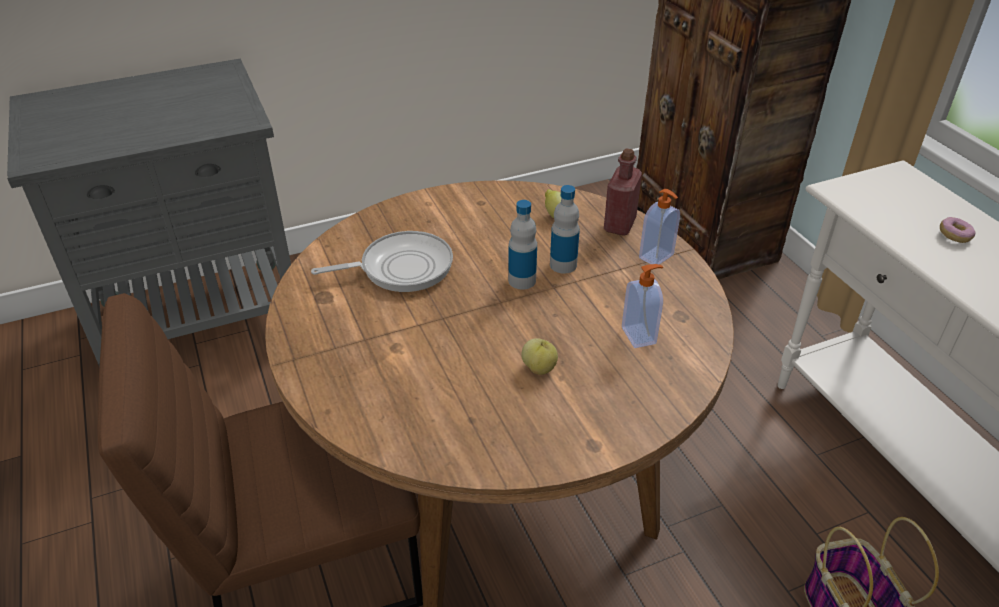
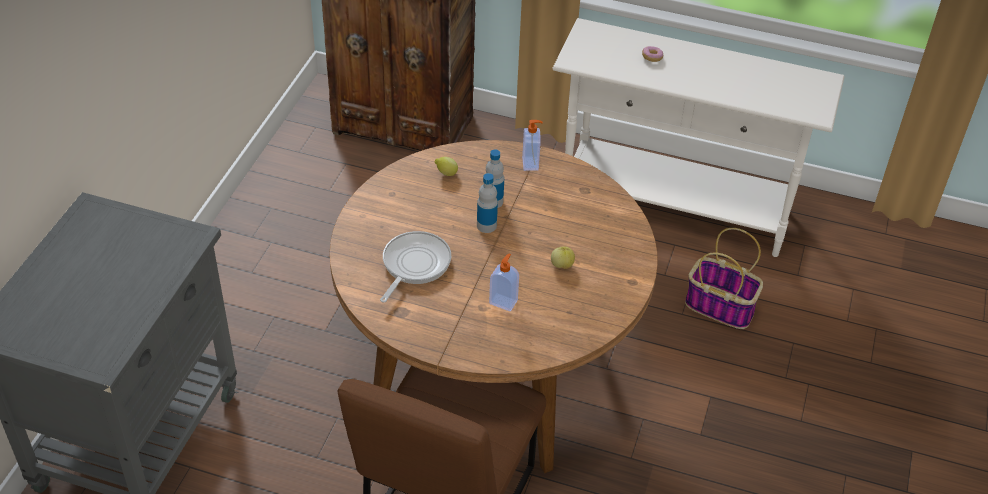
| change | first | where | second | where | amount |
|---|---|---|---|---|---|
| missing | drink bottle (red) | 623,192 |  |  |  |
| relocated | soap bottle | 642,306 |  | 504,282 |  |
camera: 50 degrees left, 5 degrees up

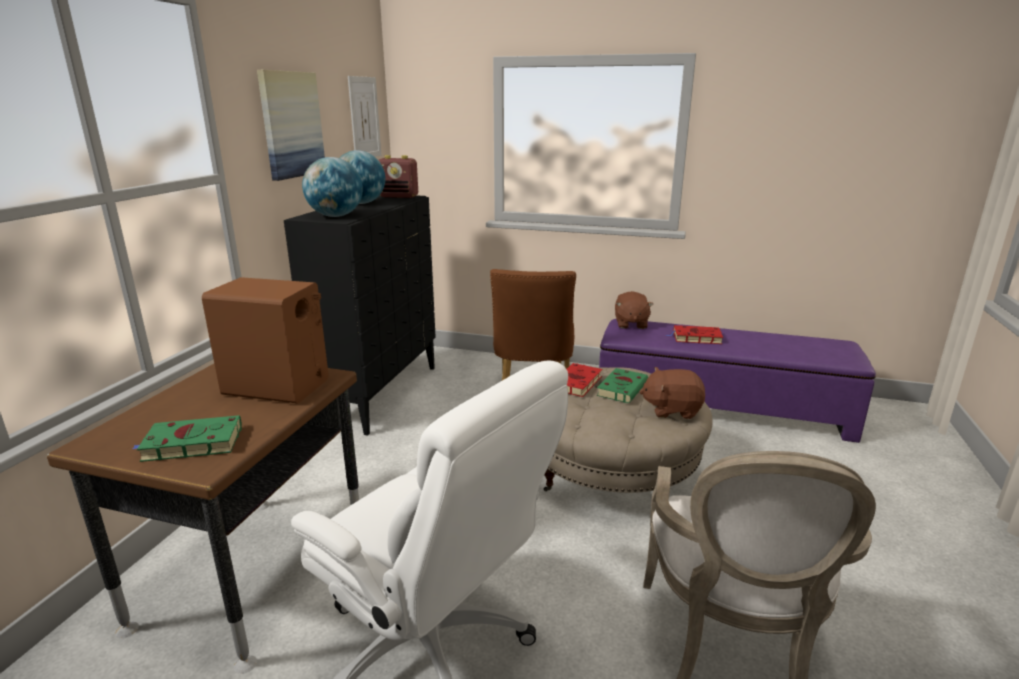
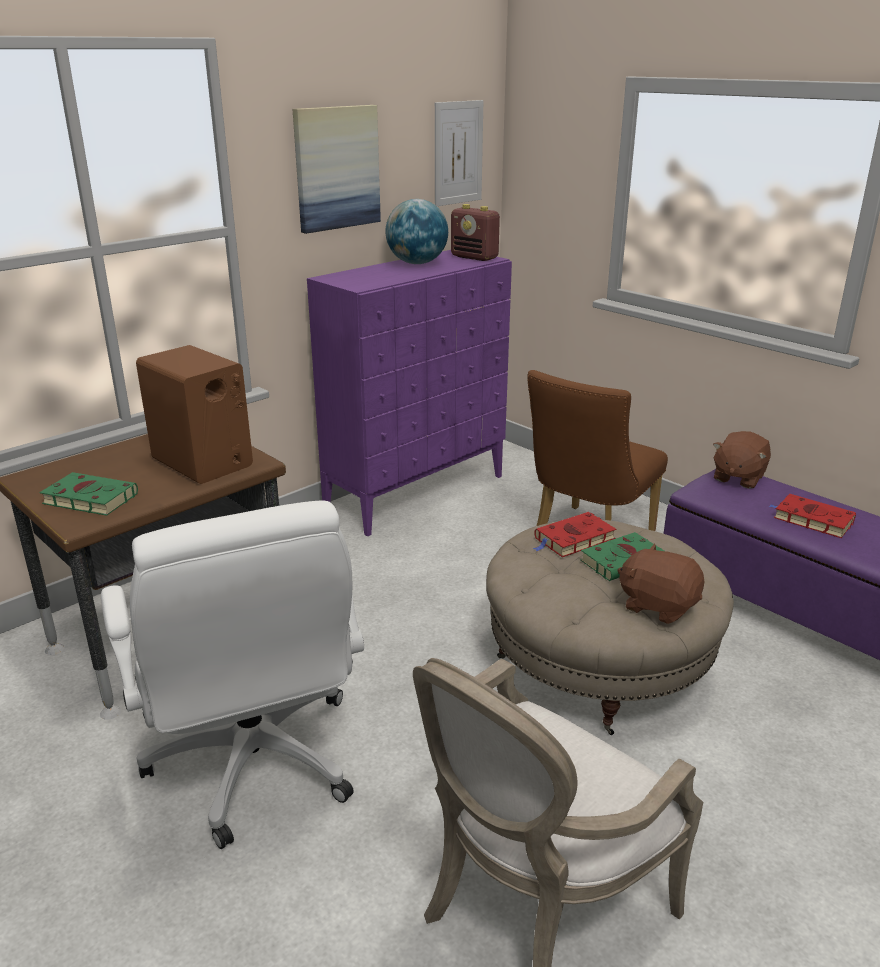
| change | first | where | second | where | amount |
|---|---|---|---|---|---|
| colour | drawer chest (black-coloured) | 360,315 | drawer chest (purplish) | 409,393 |  |
| missing | globe | 332,187 |  |  |  |
camera: 30 degrees right, 5 degrees up

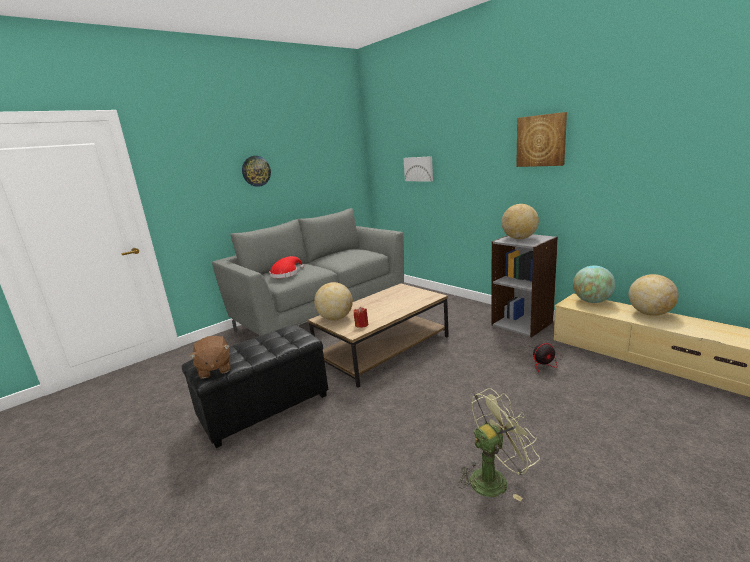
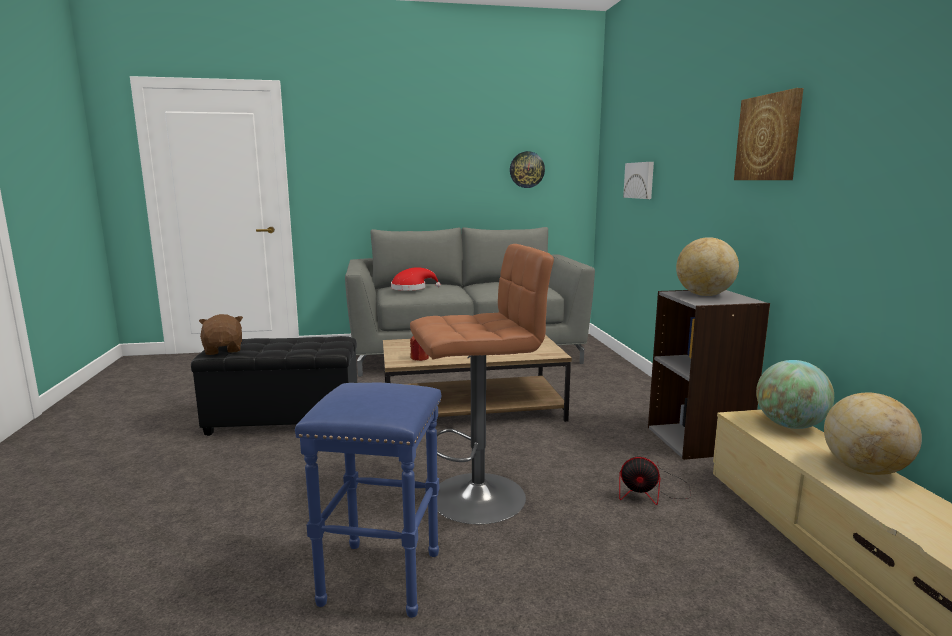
| change | first | where | second | where | amount |
|---|---|---|---|---|---|
| spun | cuddly toy (brown) | 209,357 |  | 221,334 | 150 degrees clockwise |
| relocated | clock on the wall | 256,171 |  | 527,169 |  |
| missing | globe | 333,301 |  |  |  |
| exchanged | electric fan (green) | 499,444 | stool (bluish) | 368,500 |  |
| appeared |  |  | stool (brown) | 482,384 |  |
camera: 30 degrees right, 5 degrees down

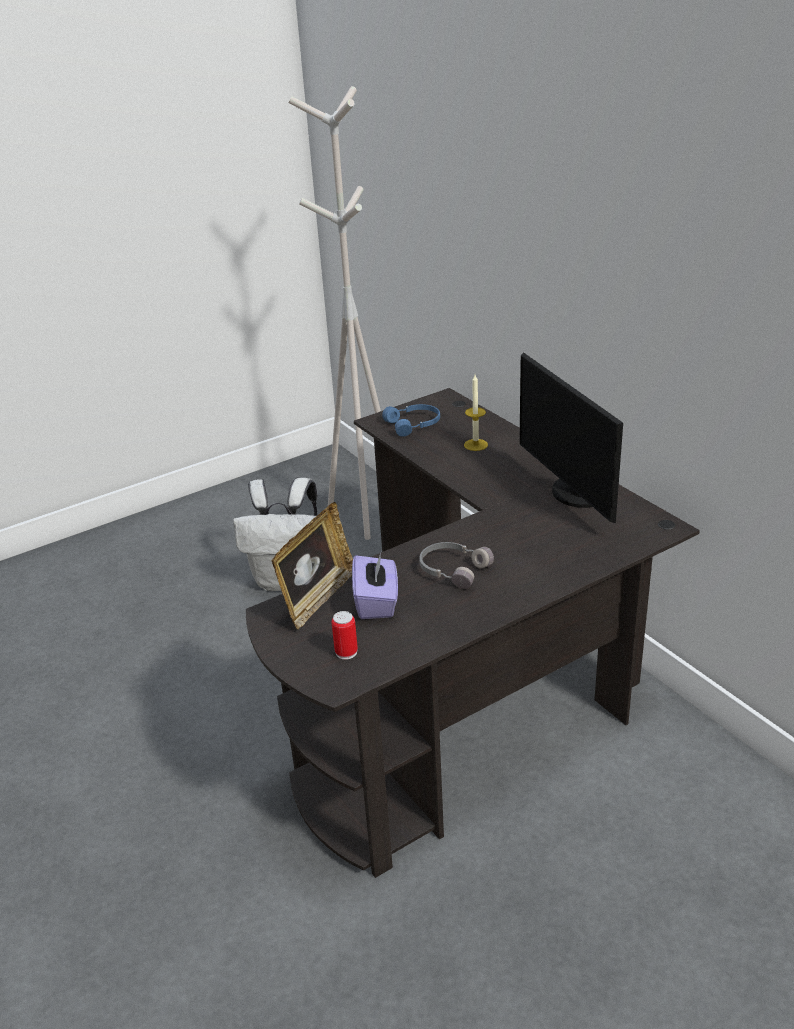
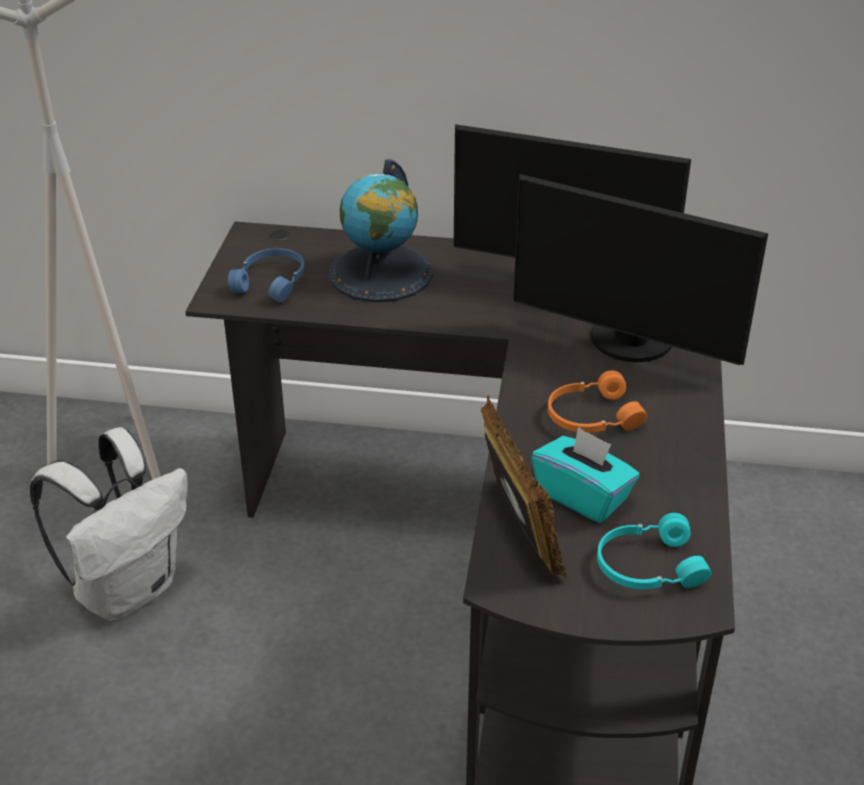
| change | first | where | second | where | amount |
|---|---|---|---|---|---|
| exchanged | metal can | 345,635 | headset (blue-green) | 654,551 |  |
| colour | tissue holder (purplish) | 375,586 | tissue holder (blue-green) | 585,474 |  |
| colour | headset (greyish) | 456,565 | headset (orangey) | 597,401 |  |
| exchanged | wax candle | 476,413 | globe | 380,230 |  |
| appeared |  |  | computer display | 640,269 |  |
camera: 50 degrees left, 5 degrees up

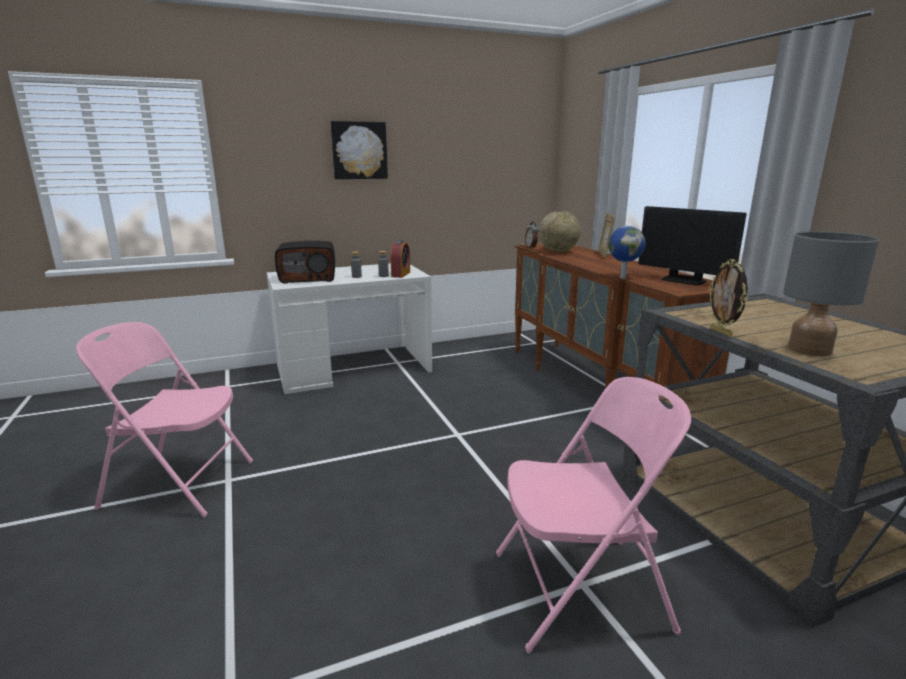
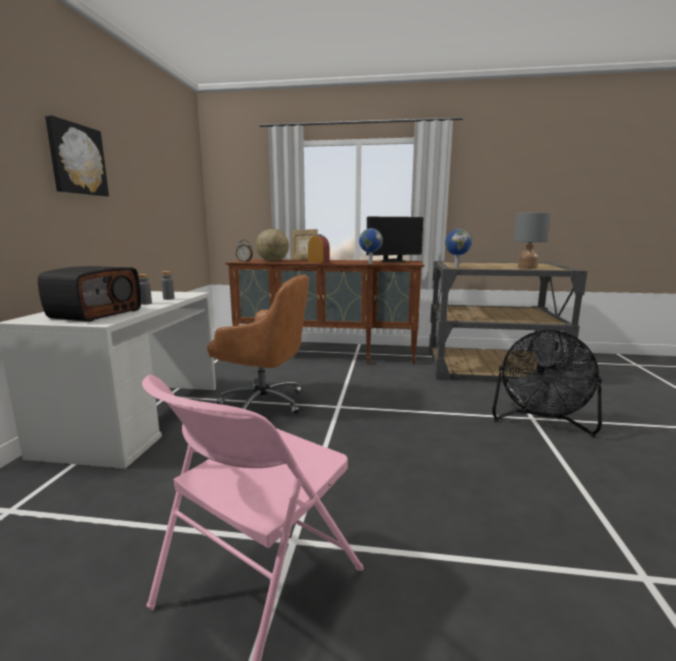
| change | first | where | second | where | amount |
|---|---|---|---|---|---|
| relocated | table clock | 400,259 |  | 319,248 |  |
| exchanged | plain chair (pink) | 593,515 | electric fan (black-coloured) | 547,383 |  |
| missing | photo frame | 728,298 |  |  |  |
| appeared |  |  | computer chair (brown) | 258,344 |  |
| appeared |  |  | globe | 458,248 |  |
camera: 60 degrees left, 5 degrees down

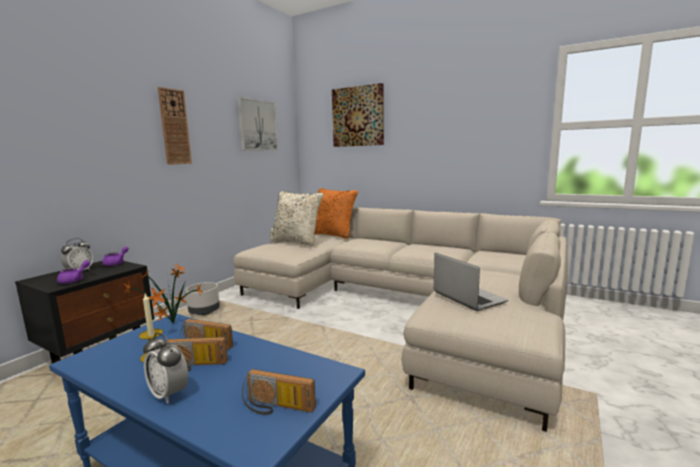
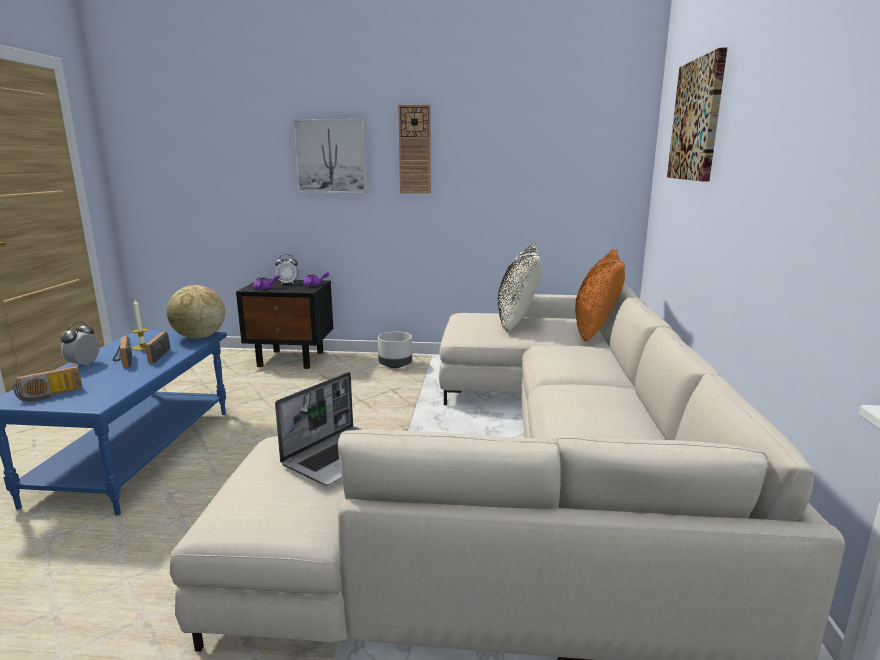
| change | first | where | second | where | amount |
|---|---|---|---|---|---|
| exchanged | plant in a pot | 163,293 | globe | 196,312 |  |
| relocated | wall picture | 257,124 |  | 330,156 |  |
| spun | radio | 279,392 |  | 48,384 | 120 degrees counterclockwise |
camera: 65 degrees right, 5 degrees up

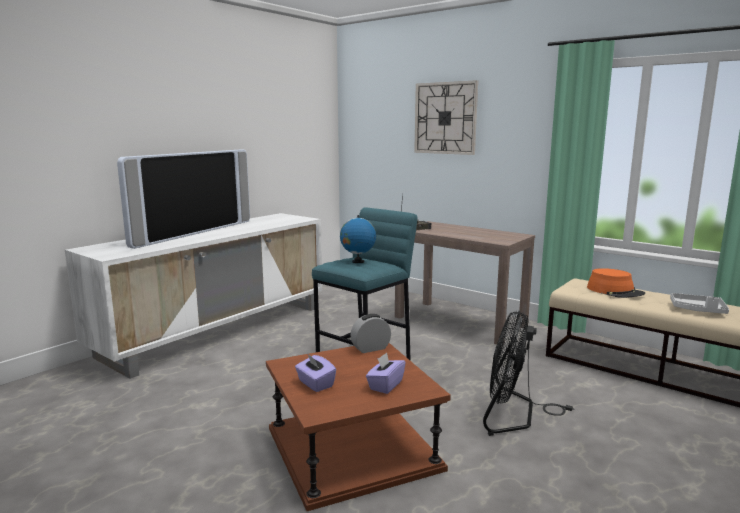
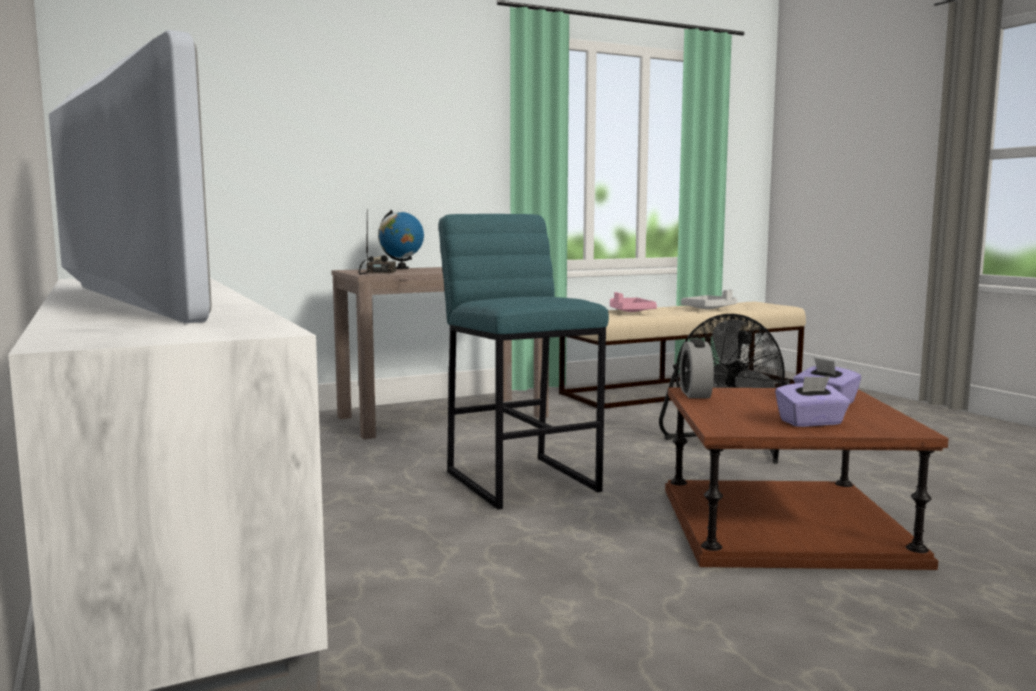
| change | first | where | second | where | amount |
|---|---|---|---|---|---|
| relocated | globe | 358,239 |  | 401,239 |  |
| missing | clock on the wall | 446,117 |  |  |  |
| exchanged | wearable hat (orangey) | 616,283 | tray (pink) | 633,302 |  |
camera: 65 degrees left, 5 degrees down

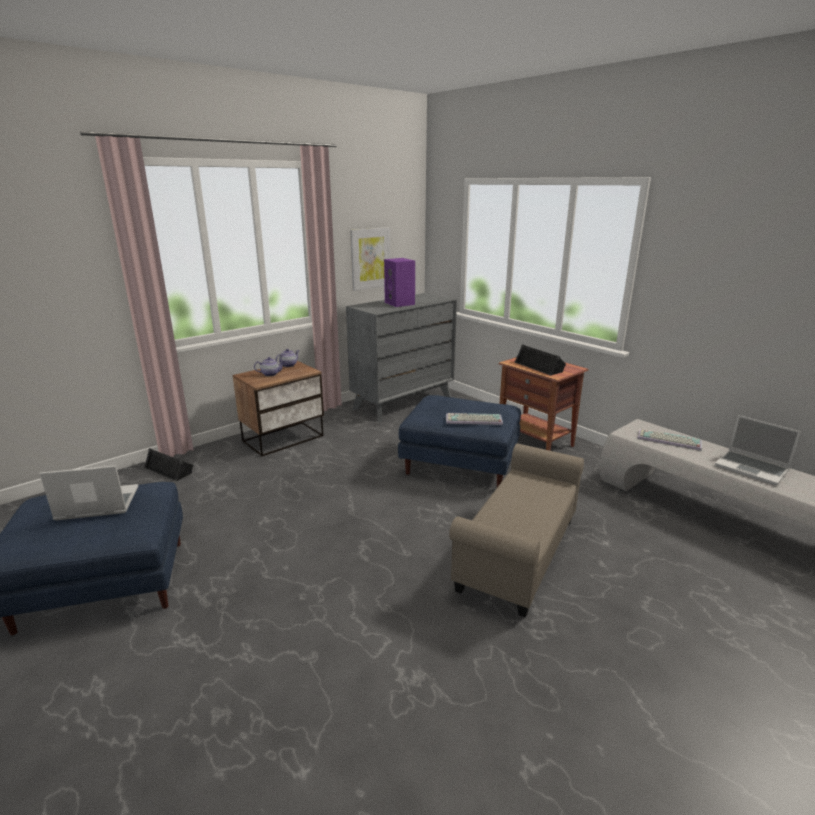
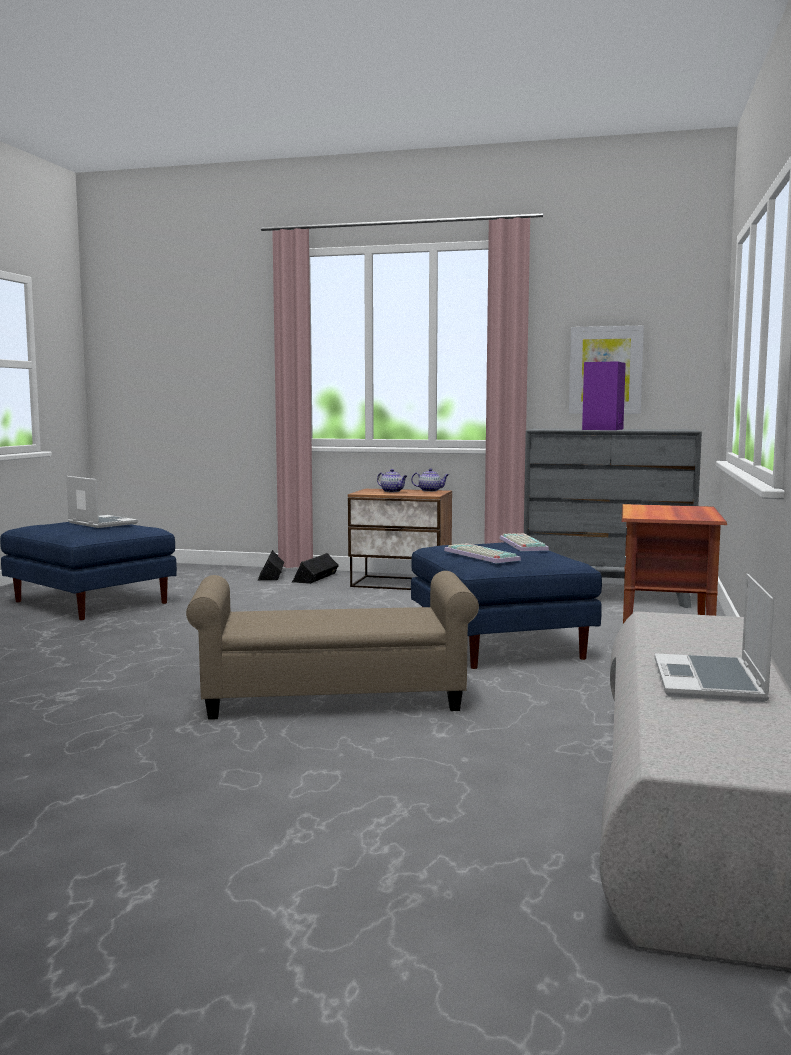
| change | first | where | second | where | amount |
|---|---|---|---|---|---|
| relocated | speaker (black-coloured) | 540,360 |  | 315,568 |  |
| relocated | computer keyboard | 669,440 |  | 524,542 |  |
camera: 55 degrees right, 15 degrees down

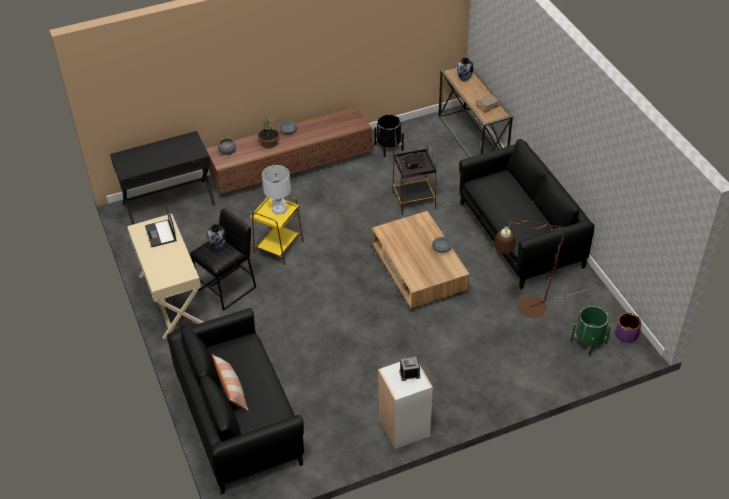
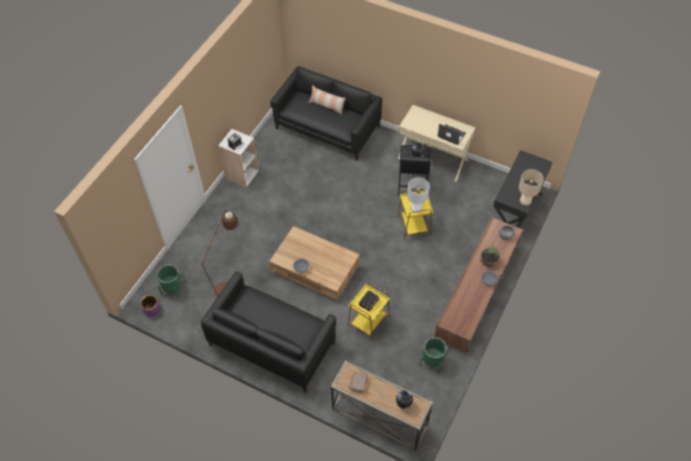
| change | first | where | second | where | amount |
|---|---|---|---|---|---|
| colour | planter (black-coloured) | 389,135 | planter (green) | 434,355 |  |
| colour | end table (black-coloured) | 414,180 | end table (yellow-coloured) | 369,312 |  |
| appeared |  |  | lamp for a table (beige) | 531,187 |  |
camera: 140 degrees right, 10 degrees up

